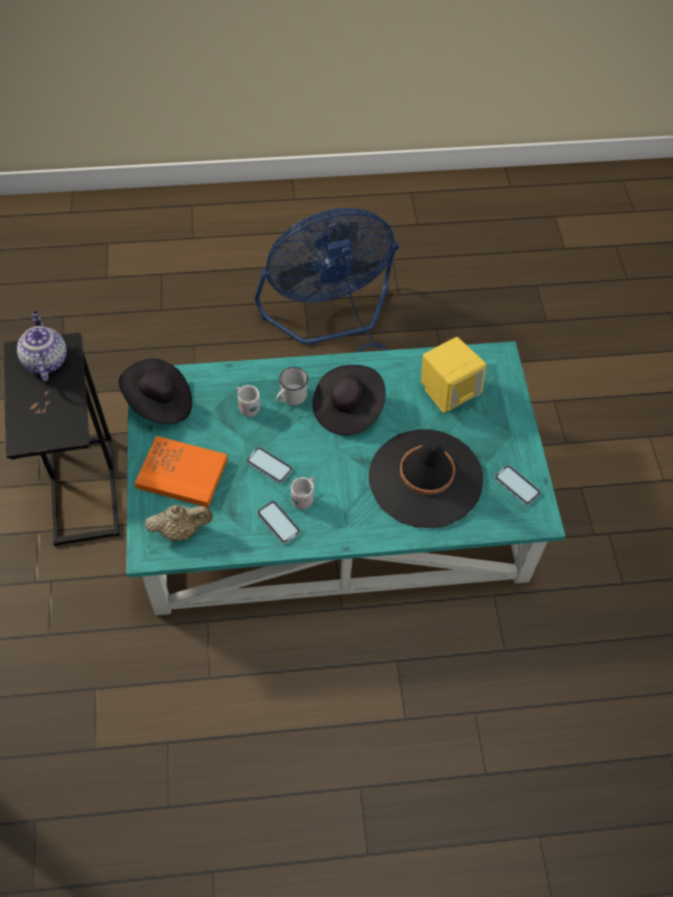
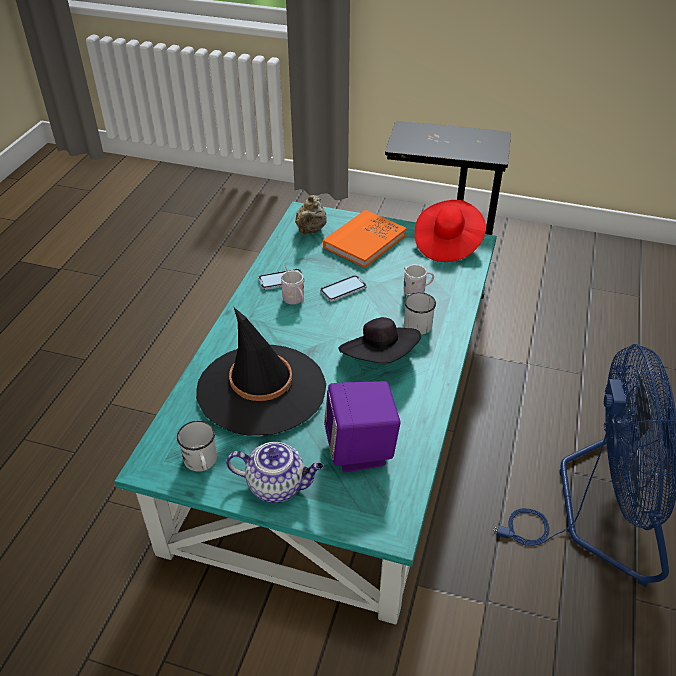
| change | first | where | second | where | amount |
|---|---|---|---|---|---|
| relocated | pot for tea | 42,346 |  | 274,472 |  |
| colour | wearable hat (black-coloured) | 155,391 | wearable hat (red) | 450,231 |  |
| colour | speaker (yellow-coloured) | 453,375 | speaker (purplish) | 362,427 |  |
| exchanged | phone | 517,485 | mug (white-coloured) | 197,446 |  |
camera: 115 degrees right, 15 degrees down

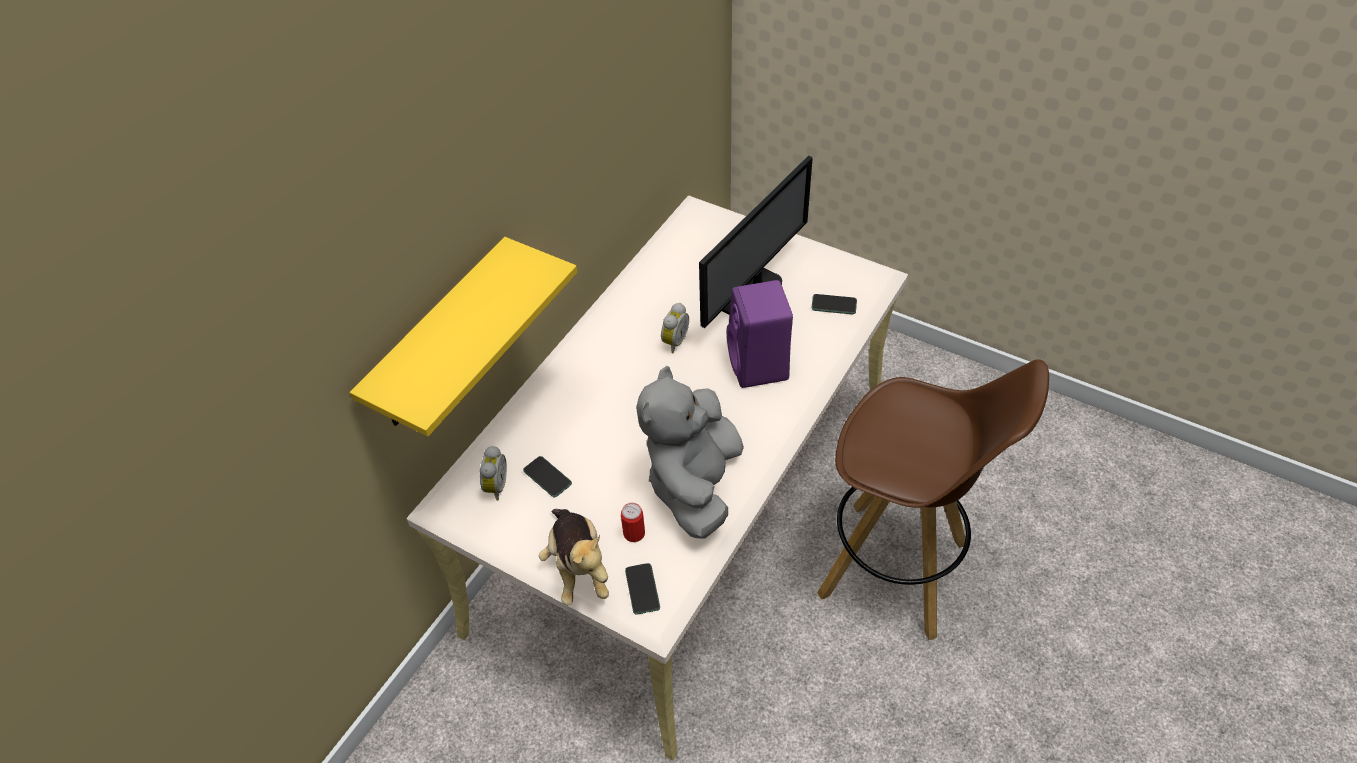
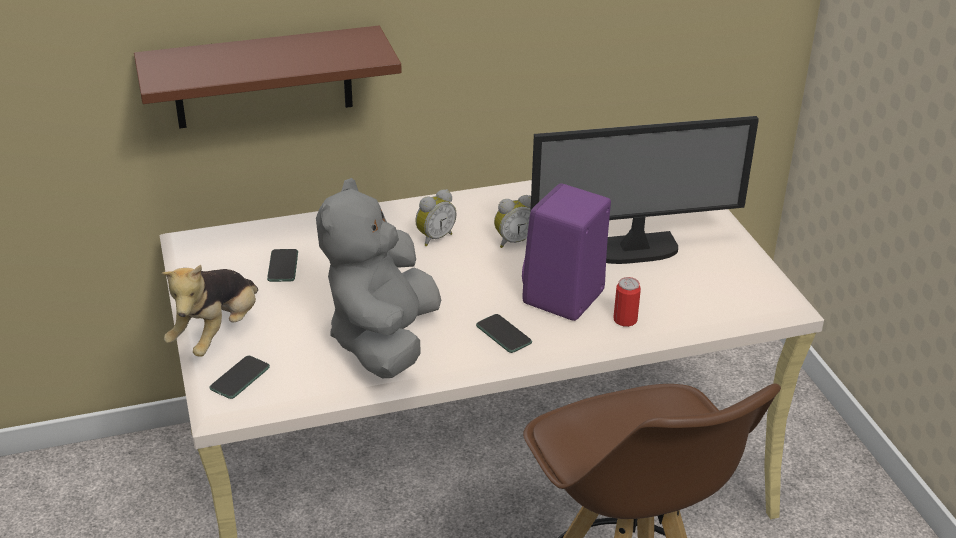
| change | first | where | second | where | amount |
|---|---|---|---|---|---|
| colour | shelf (yellow-coloured) | 463,337 | shelf (brown) | 268,77 |  |
| relocated | table clock | 493,473 |  | 436,217 |  |
| relocated | metal can | 633,522 |  | 627,302 |  |
| spun | cuddly toy (greyish) | 690,452 |  | 378,278 | 45 degrees counterclockwise |
| relocated | phone | 834,304 |  | 504,333 |  |
camera: 40 degrees right, 15 degrees down

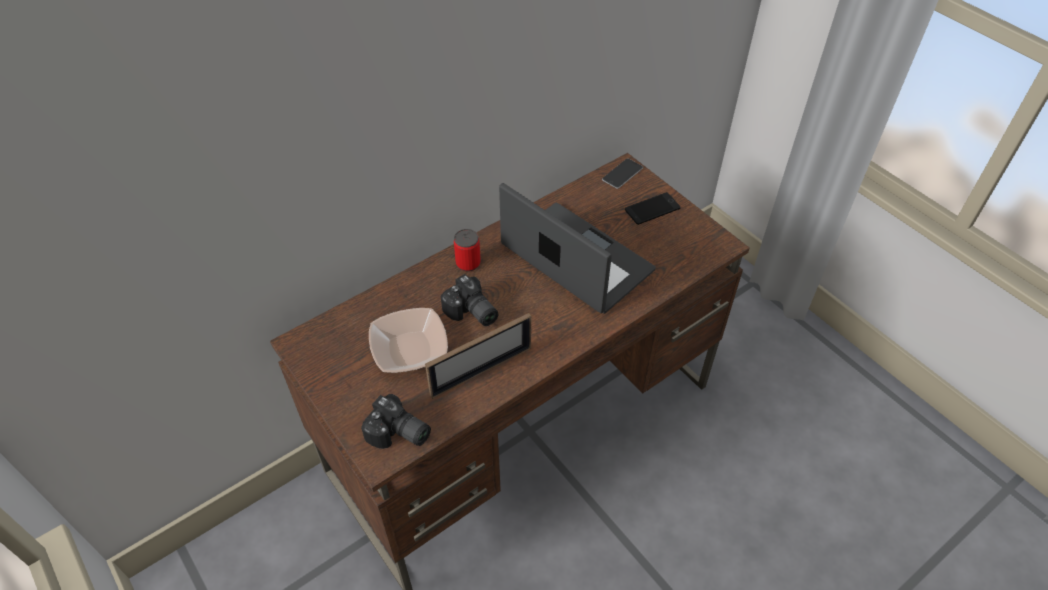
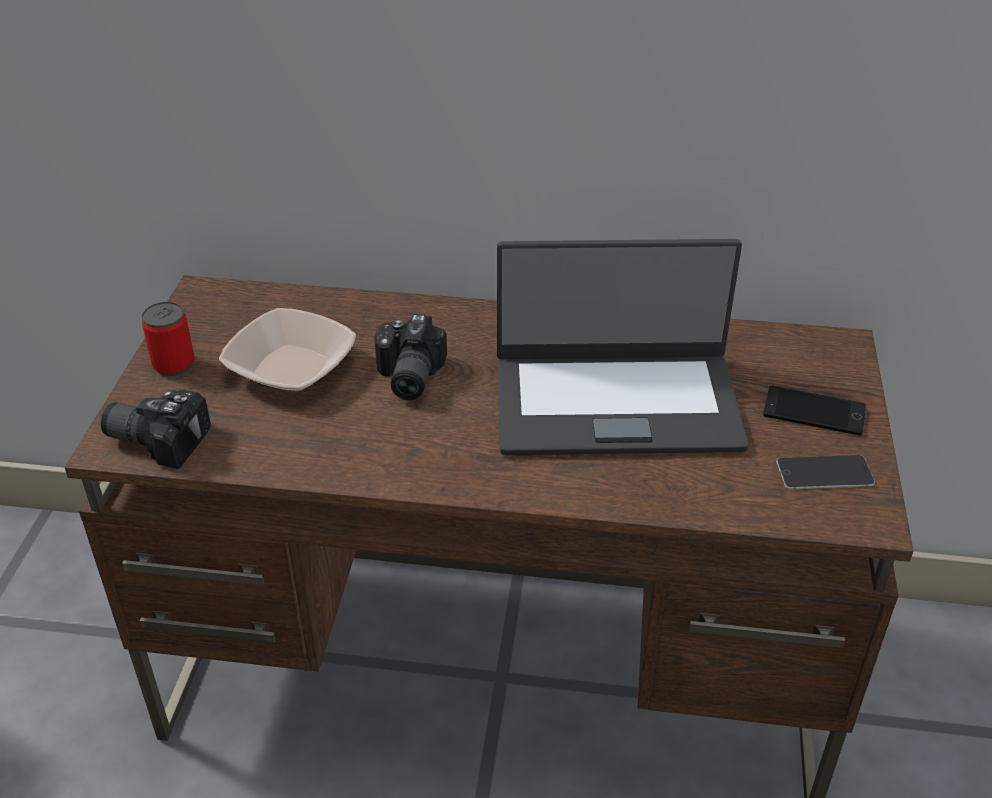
| change | first | where | second | where | amount |
|---|---|---|---|---|---|
| spun | photo camera | 396,421 |  | 156,429 | 120 degrees clockwise |
| missing | photo frame | 478,356 |  |  |  |
| relocated | metal can | 467,250 |  | 168,339 |  |
| spun | laptop | 577,248 |  | 623,347 | 90 degrees clockwise |
| relocated | phone | 622,173 |  | 825,472 |  |
camera: 45 degrees right, 10 degrees down

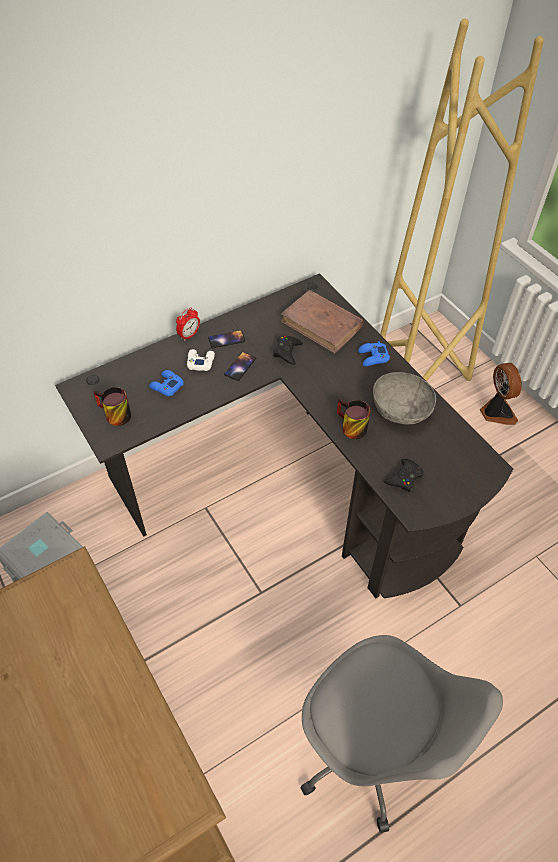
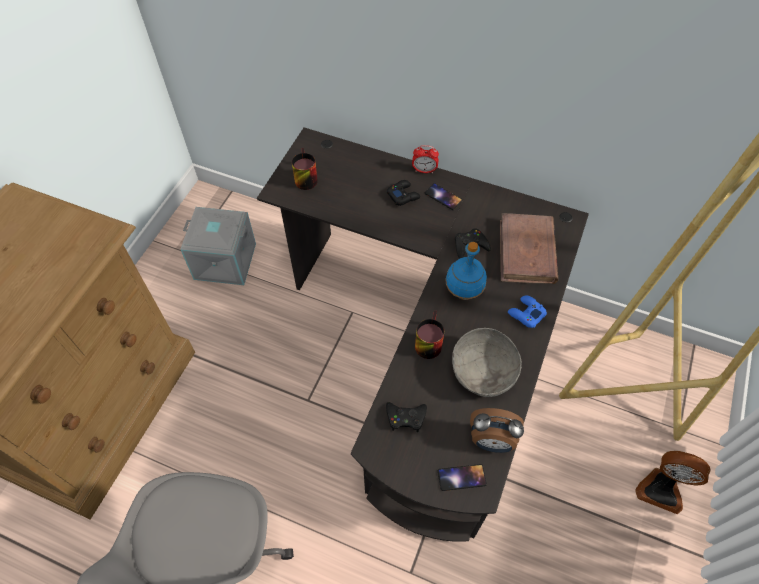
| change | first | where | second | where | amount |
|---|---|---|---|---|---|
| missing | gamepad (bluish) | 166,383 |  |  |  |
| colour | gamepad (white-coloured) | 201,360 | gamepad (black-coloured) | 403,193 |  |
| relocated | phone | 240,366 |  | 462,477 |  |
| spun | electric fan | 501,394 |  | 672,482 | 75 degrees clockwise |
| appeared |  |  | drink bottle (bluish) | 466,271 |  |
| appeared |  |  | table clock | 497,430 |  |
camera: 55 degrees right, 5 degrees up

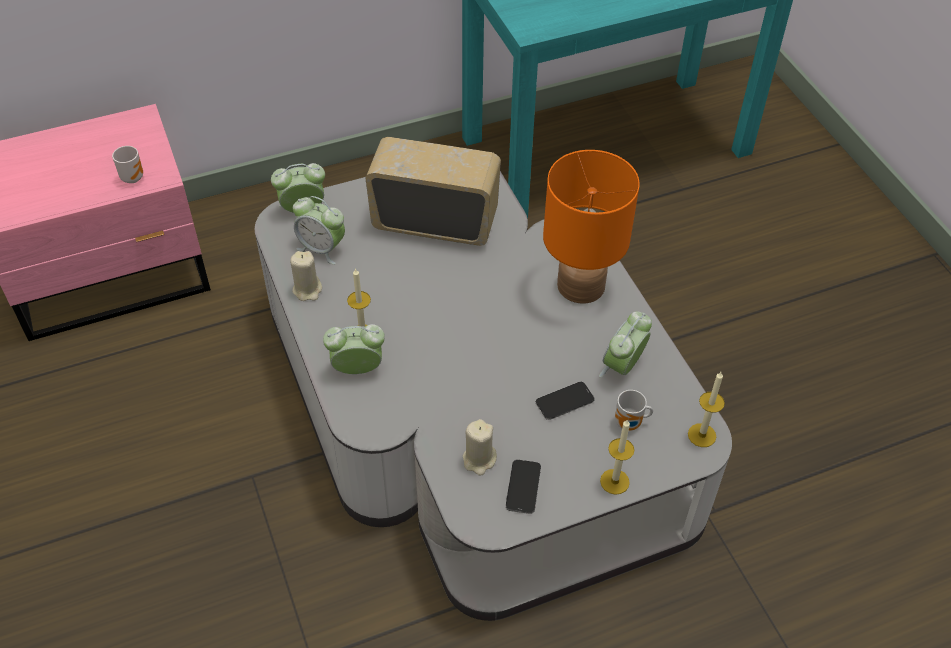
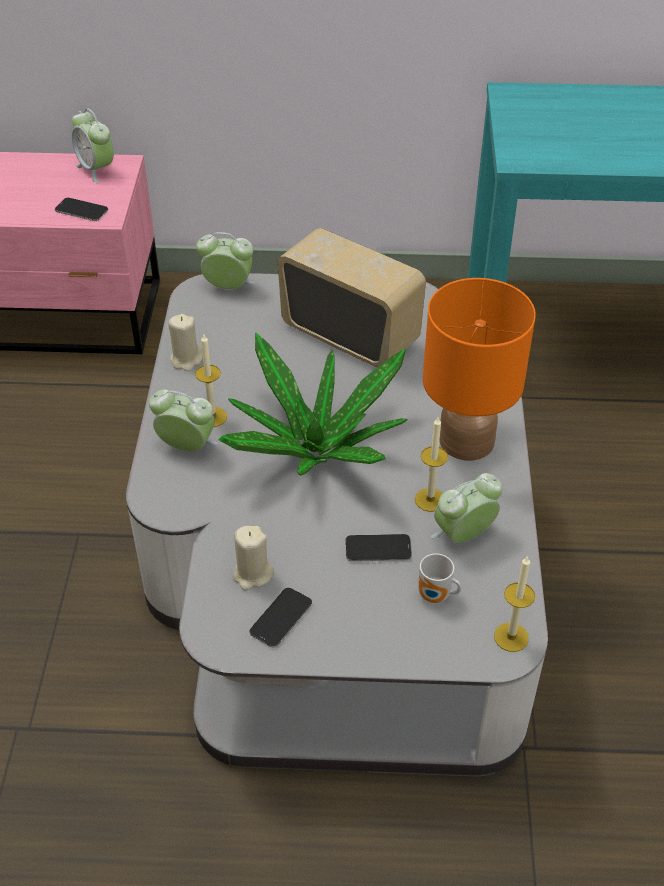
| change | first | where | second | where | amount |
|---|---|---|---|---|---|
| exchanged | mug | 127,164 | phone | 81,209 |  |
| relocated | table clock | 319,230 |  | 93,146 |  |
| relocated | wax candle | 617,457 |  | 431,464 |  |
| appeared |  |  | plant in a pot | 313,404 |  |
camera: 25 degrees right, 5 degrees down

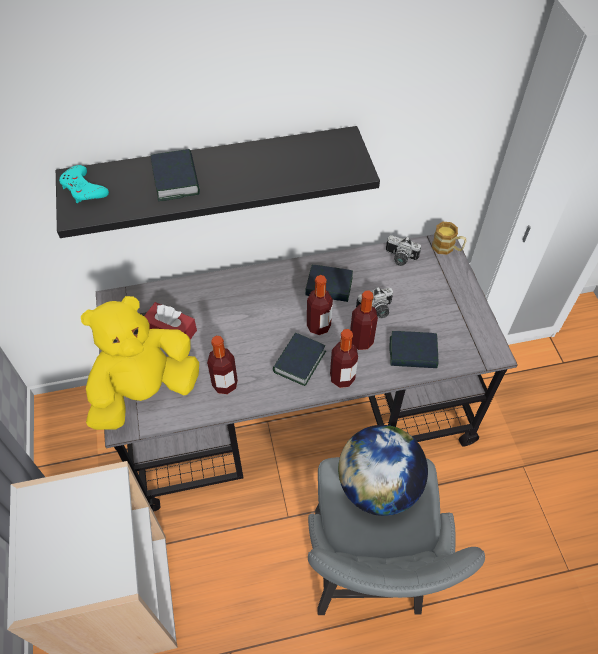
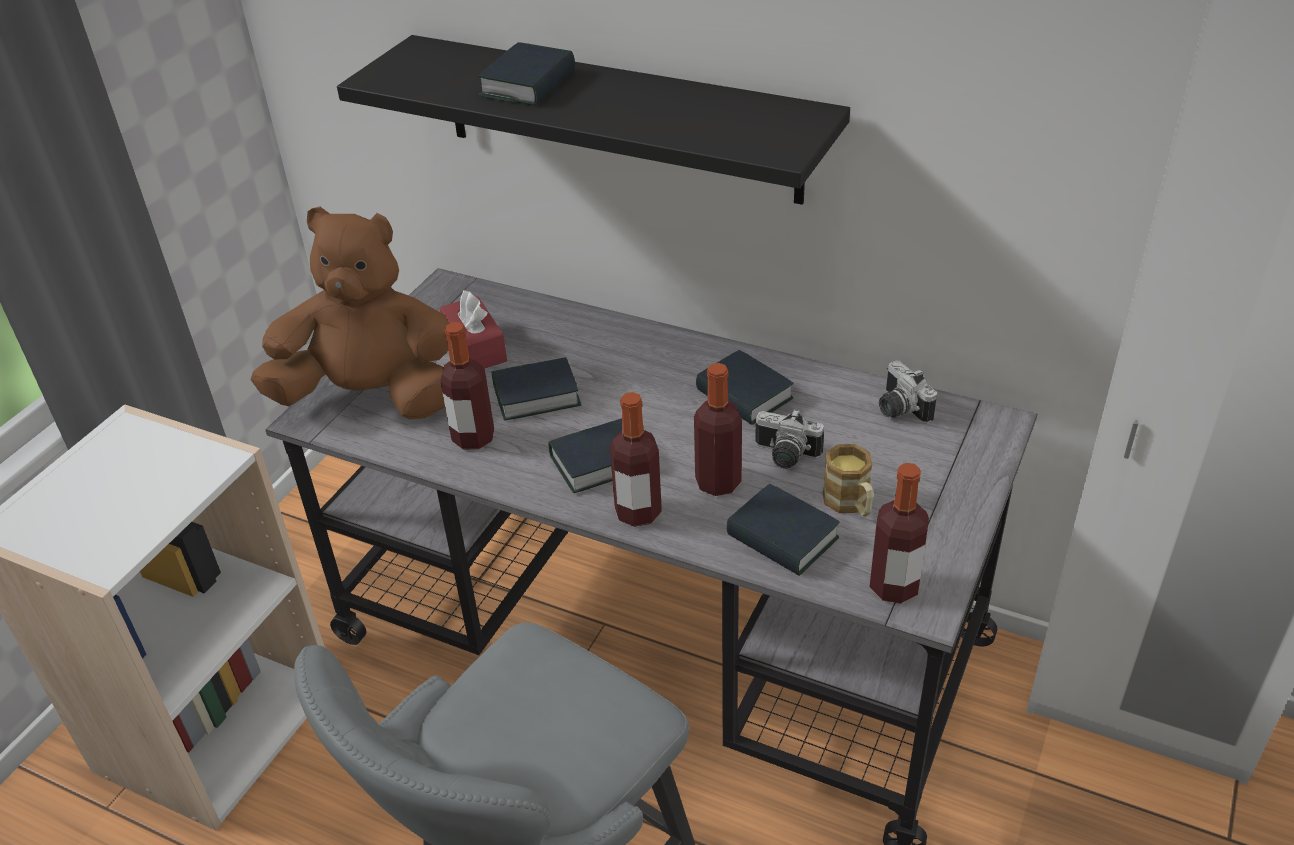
| change | first | where | second | where | amount |
|---|---|---|---|---|---|
| missing | gamepad (blue-green) | 84,184 |  |  |  |
| colour | cuddly toy (yellow-coloured) | 140,363 | cuddly toy (brown) | 350,313 |  |
| relocated | drink bottle | 320,305 |  | 899,533 |  |
| missing | globe | 383,470 |  |  |  |
| relocated | mug | 449,238 |  | 848,480 |  |
| appeared |  |  | book | 536,389 |  |
camera: 40 degrees right, 15 degrees down

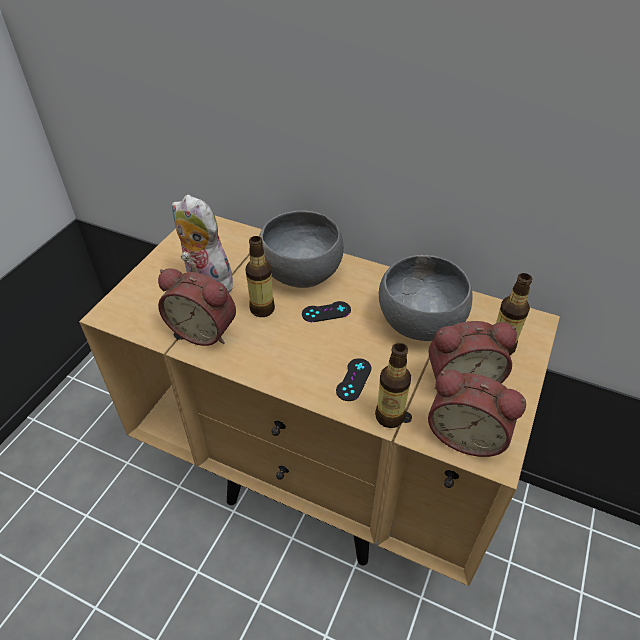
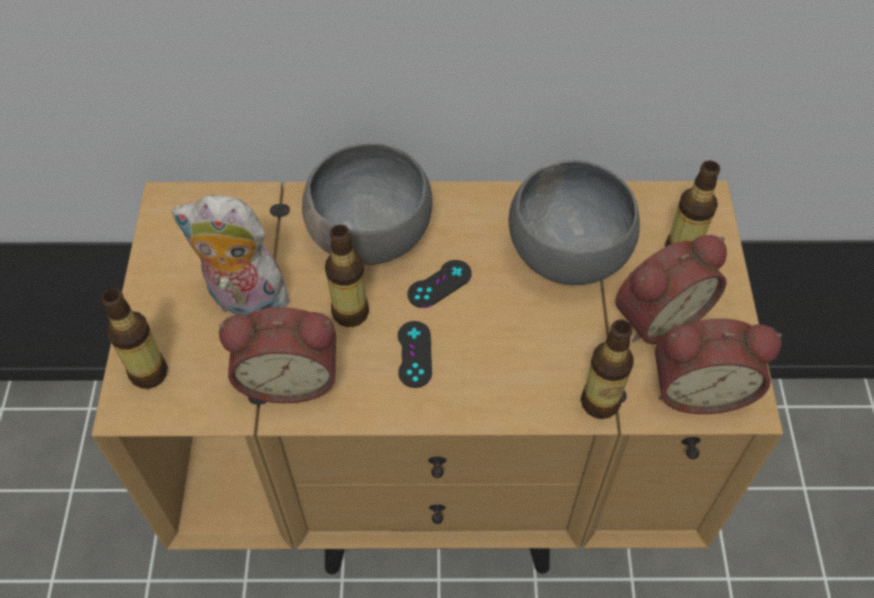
| change | first | where | second | where | amount |
|---|---|---|---|---|---|
| relocated | gamepad (black-coloured) | 354,379 |  | 415,354 |  |
| appeared |  |  | drink bottle | 134,338 |  |
camera: 25 degrees left, 10 degrees up

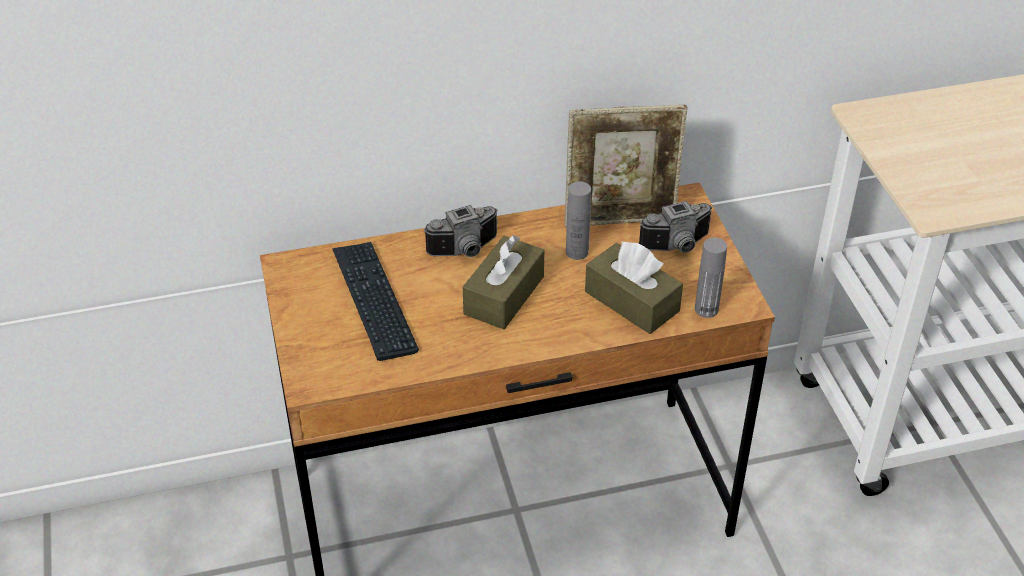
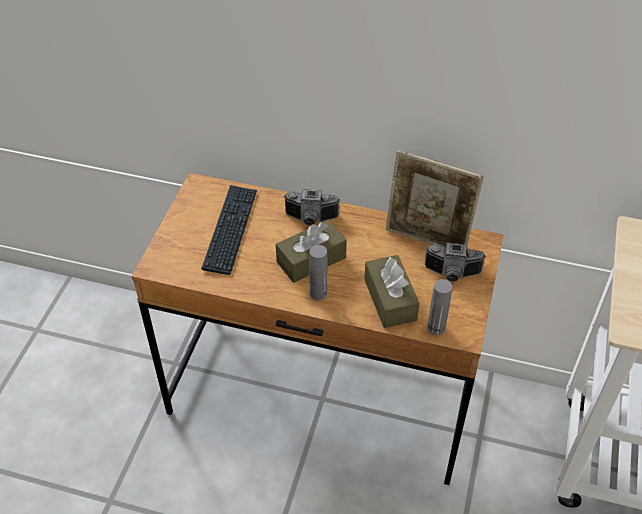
| change | first | where | second | where | amount |
|---|---|---|---|---|---|
| relocated | drink bottle (greyish) | 578,220 |  | 318,272 |  |
camera: 30 degrees right, 5 degrees up

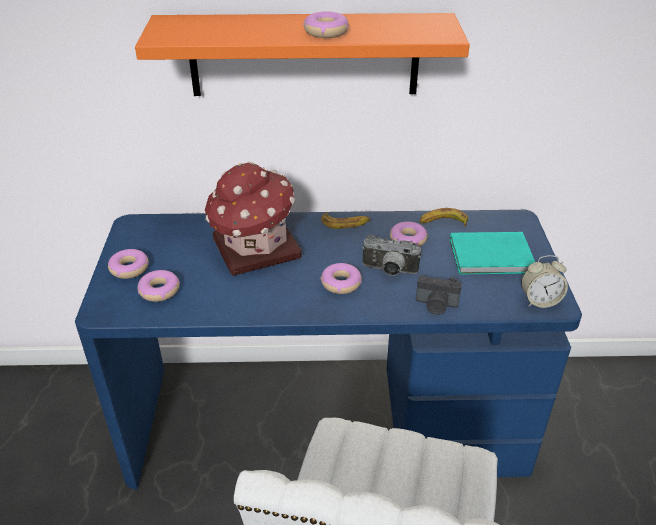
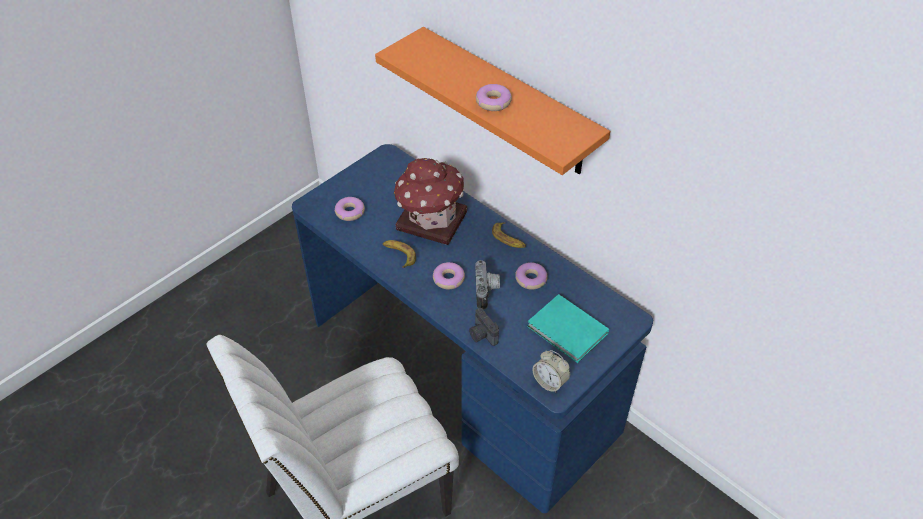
| change | first | where | second | where | amount |
|---|---|---|---|---|---|
| missing | ring doughnut | 128,264 |  |  |  |
| spun | photo camera | 391,255 |  | 487,285 | 150 degrees counterclockwise |
| relocated | whole banana | 443,217 |  | 399,254 |  |
camera: 45 degrees right, 10 degrees up

